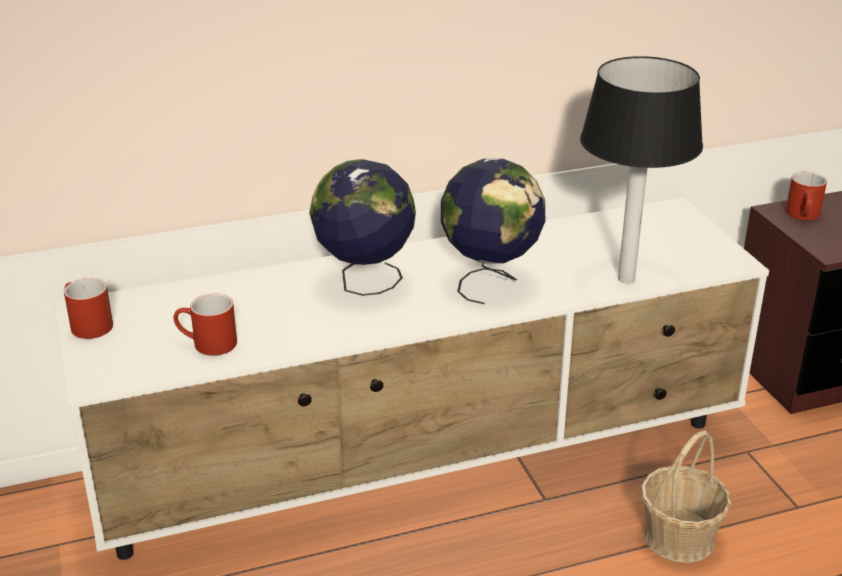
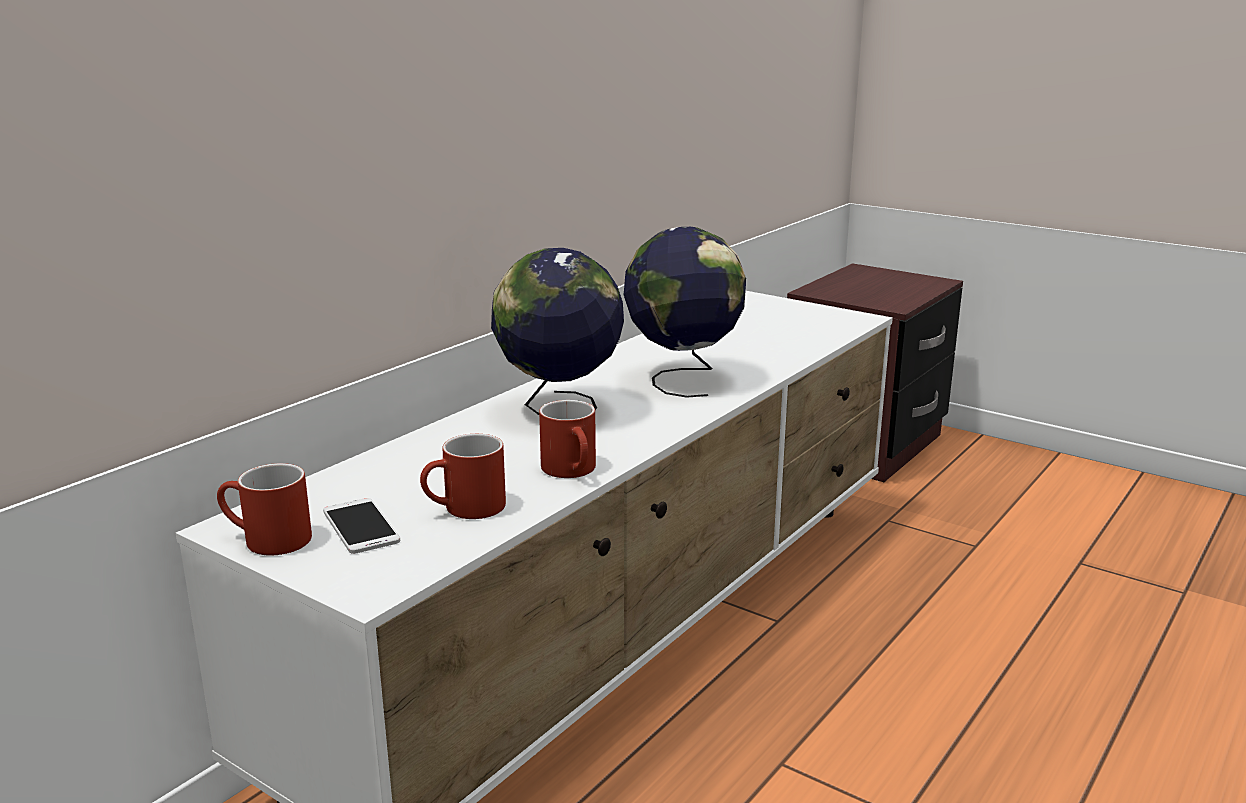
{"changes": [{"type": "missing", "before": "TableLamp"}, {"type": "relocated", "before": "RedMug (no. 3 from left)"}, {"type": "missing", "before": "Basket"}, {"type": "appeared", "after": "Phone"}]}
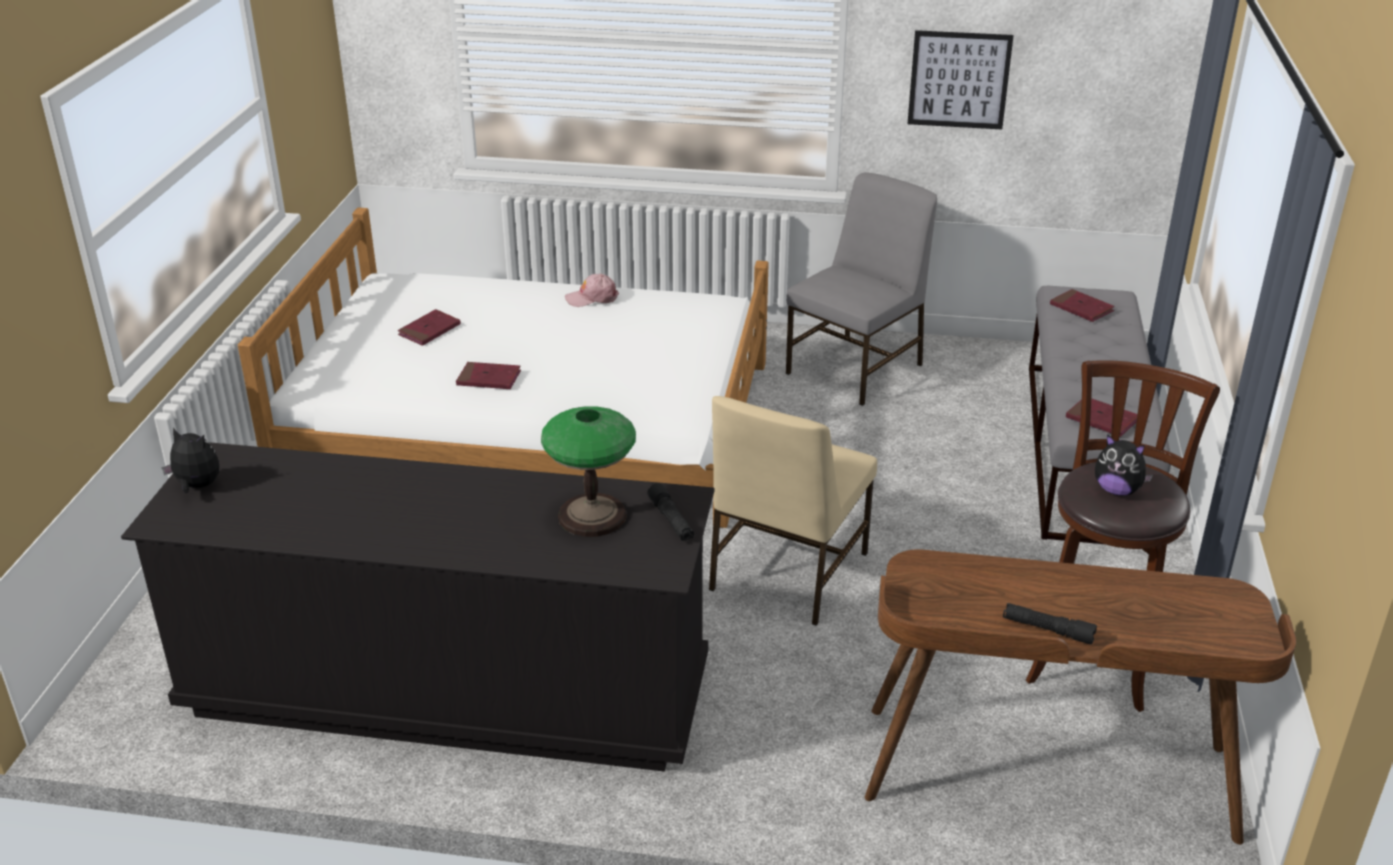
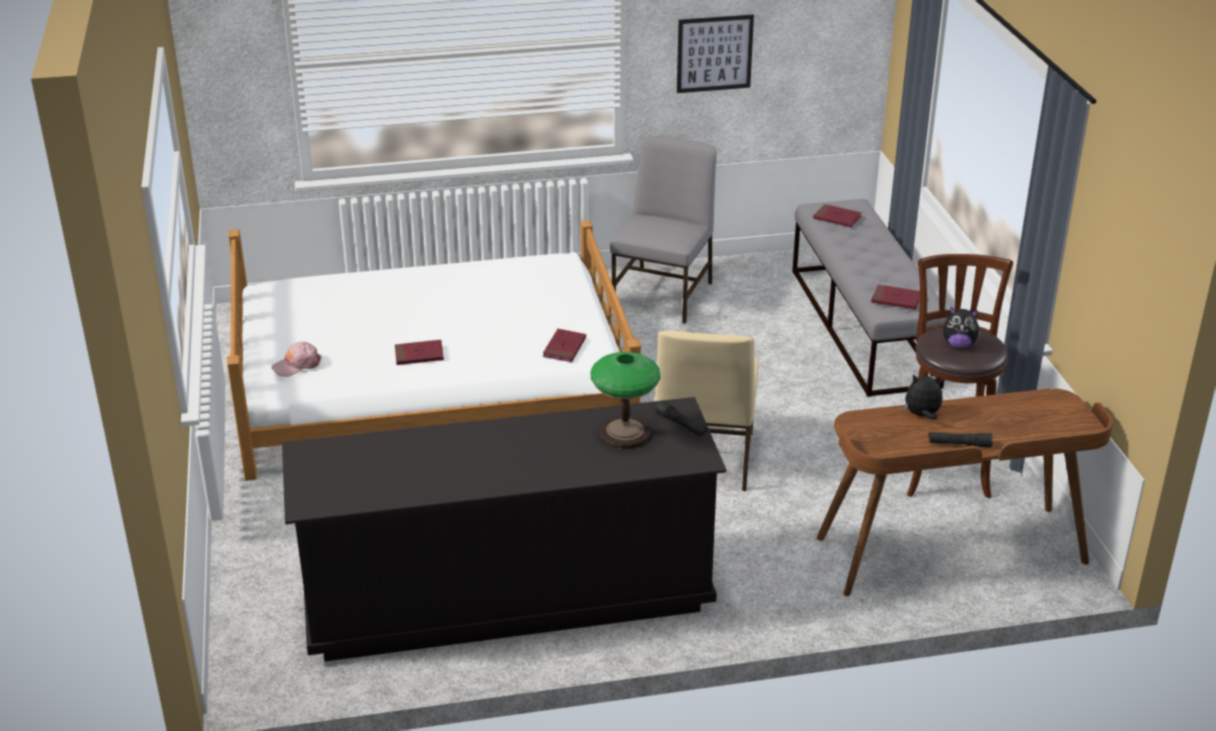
{"changes": [{"type": "relocated", "before": "PinkCap"}, {"type": "relocated", "before": "RedBook (no. 1 from left in the first image)", "after": "RedBook (no. 2 from left)"}, {"type": "relocated", "before": "PlushToy (no. 1 from left)"}]}
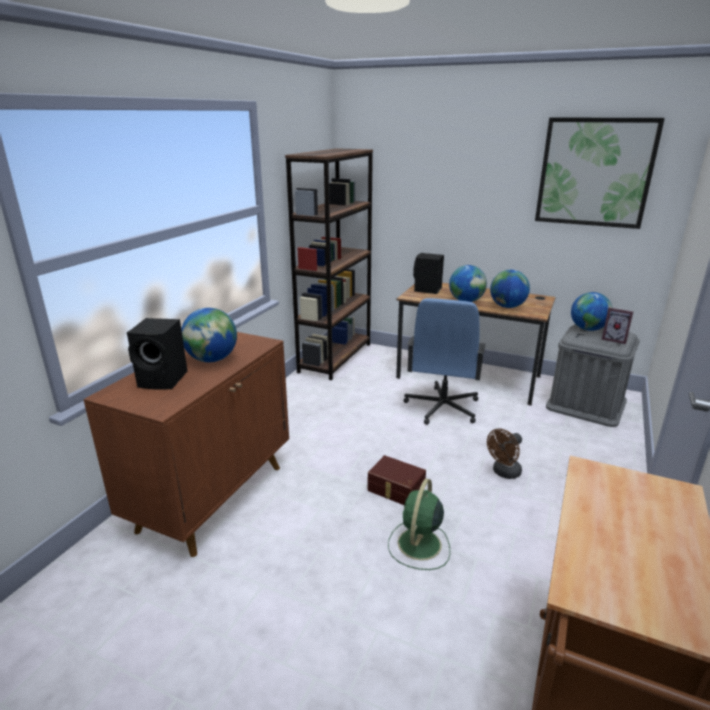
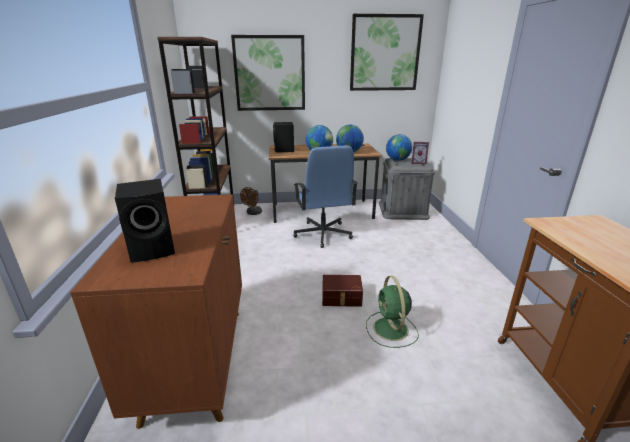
{"changes": [{"type": "missing", "before": "Globe (no. 1 from left)"}, {"type": "relocated", "before": "BrownFan"}, {"type": "appeared", "after": "Picture (no. 1 from left)"}]}
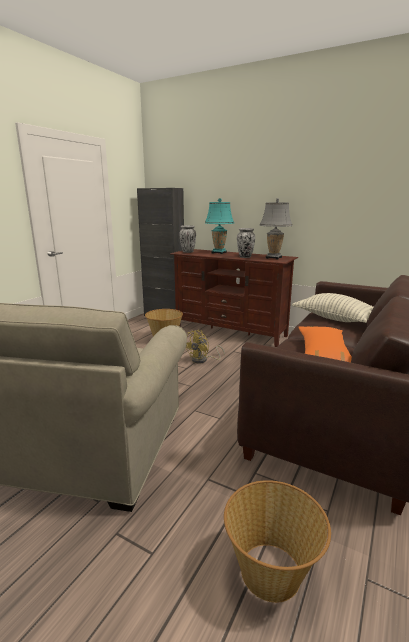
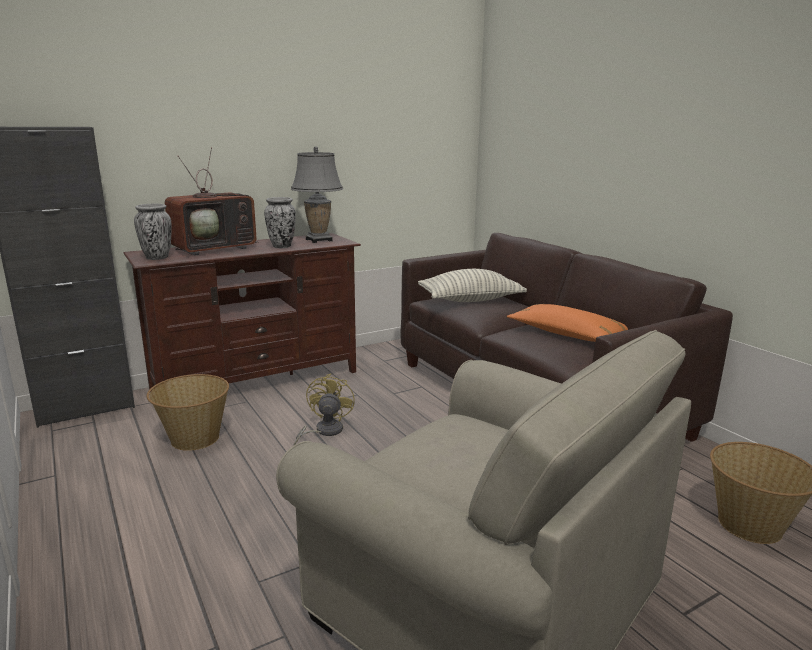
{"changes": [{"type": "exchanged", "before": "TurquoiseTableLamp", "after": "Television"}, {"type": "spun", "before": "YellowFan", "turn": -150}]}
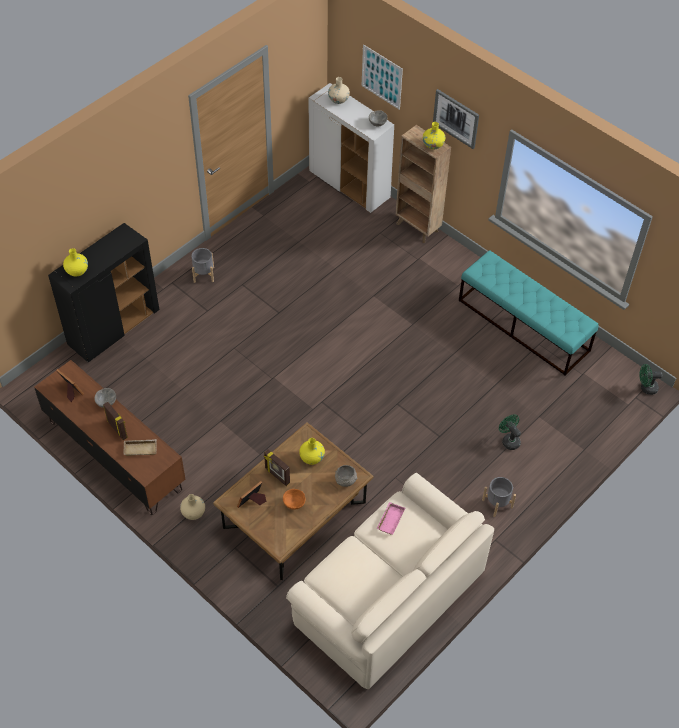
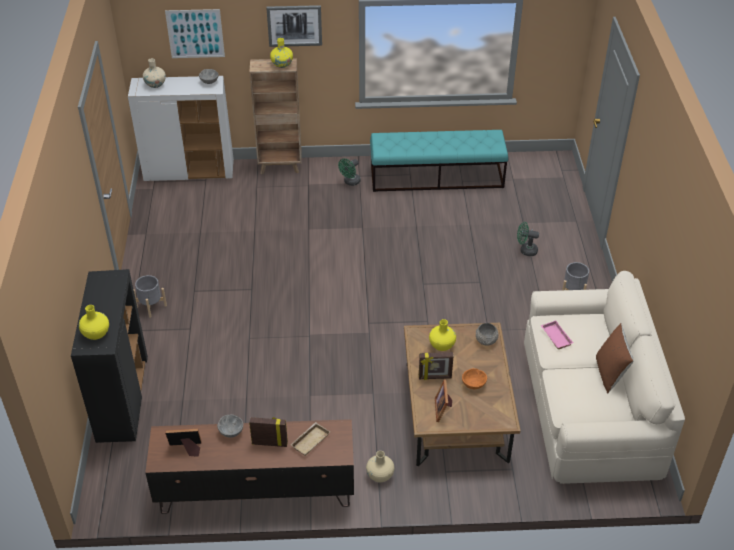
{"changes": [{"type": "relocated", "before": "GreenFan (no. 2 from left in the first image)", "after": "GreenFan (no. 1 from left)"}, {"type": "appeared", "after": "BrownPillow"}]}
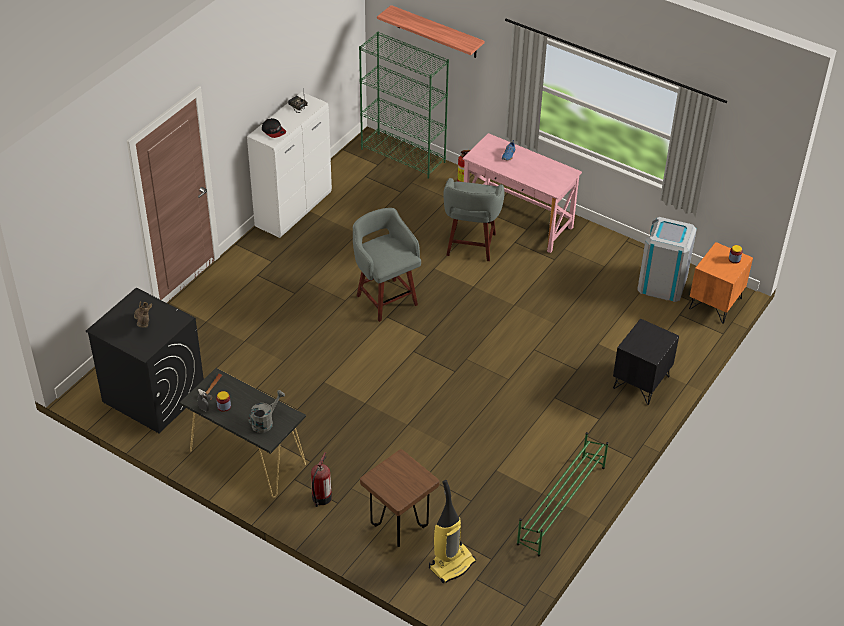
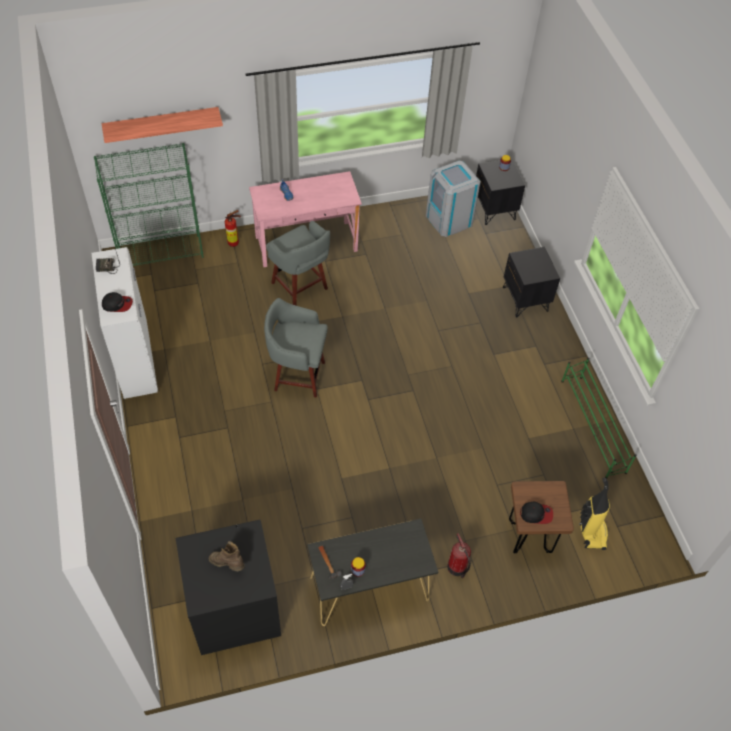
{"changes": [{"type": "colour", "before": "OrangeNightstand", "after": "BlackNightstand (no. 1 from left)"}, {"type": "missing", "before": "GreyWateringCan"}, {"type": "appeared", "after": "Cap (no. 2 from left)"}]}
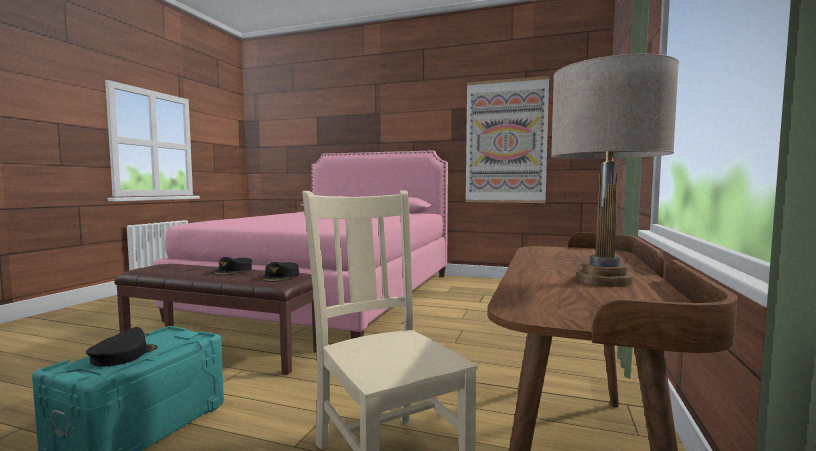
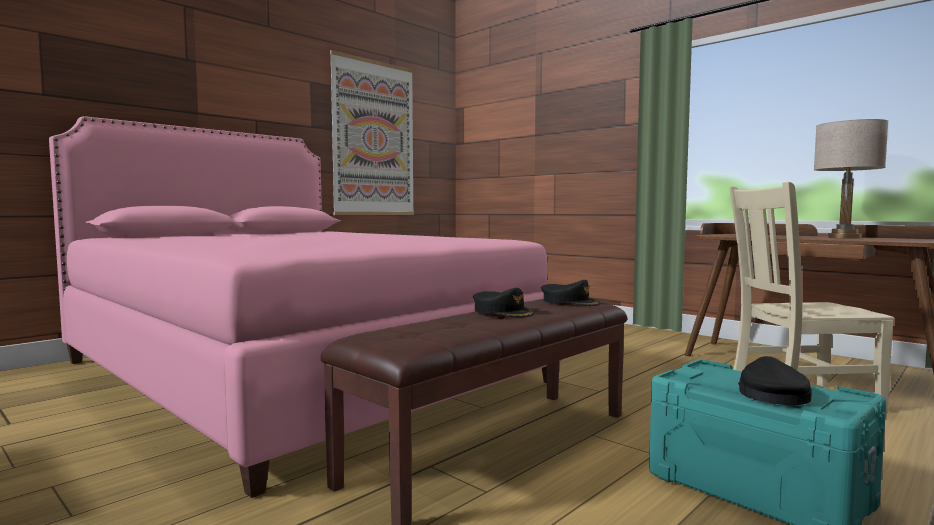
{"changes": [{"type": "spun", "before": "BlackCap (no. 1 from left in the first image)", "turn": 60}]}
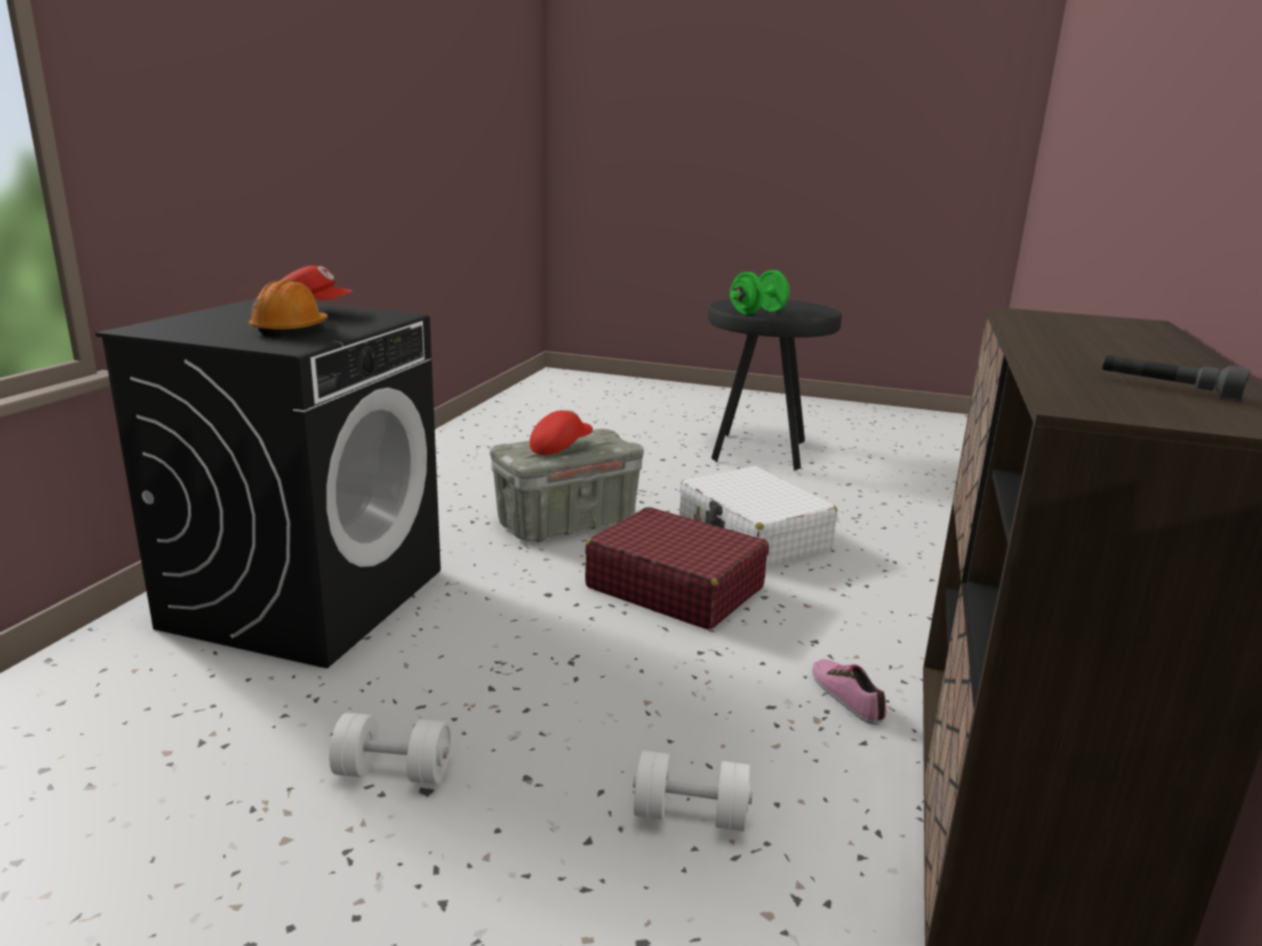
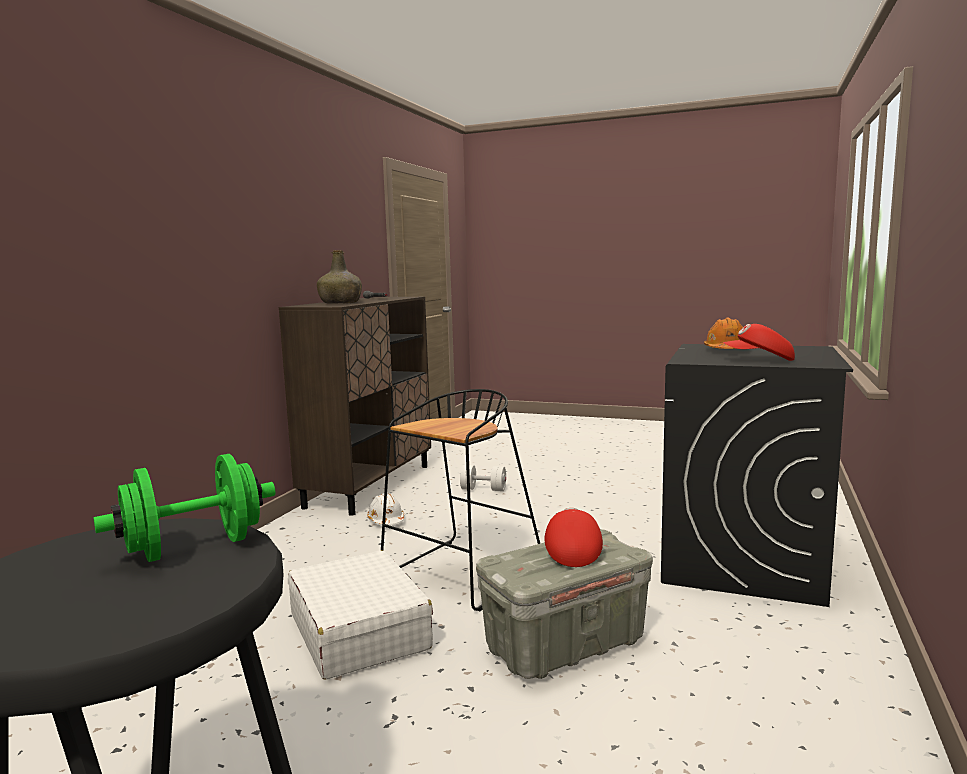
{"changes": [{"type": "spun", "before": "RedCap (no. 2 from left in the first image)", "turn": 135}, {"type": "exchanged", "before": "RedSuitcase", "after": "BlackStool (no. 2 from left)"}, {"type": "exchanged", "before": "Shoe", "after": "WhiteHardHat"}, {"type": "missing", "before": "WhiteDumbbell (no. 1 from left)"}, {"type": "appeared", "after": "GreenBottle"}]}
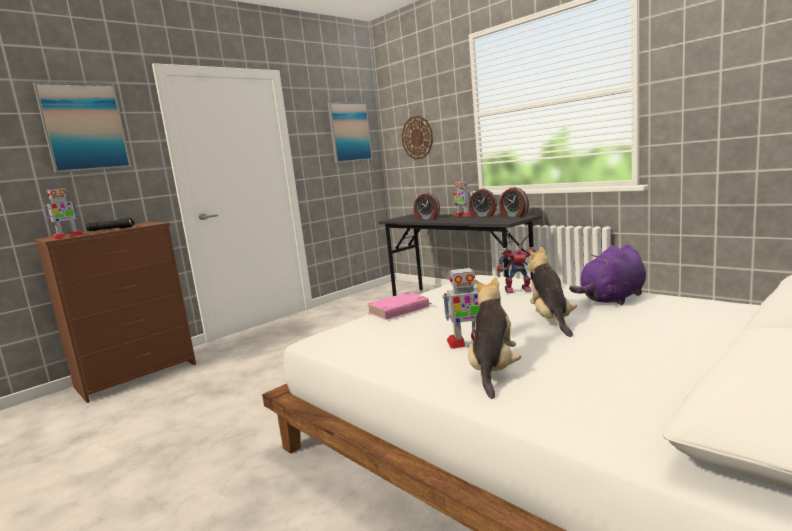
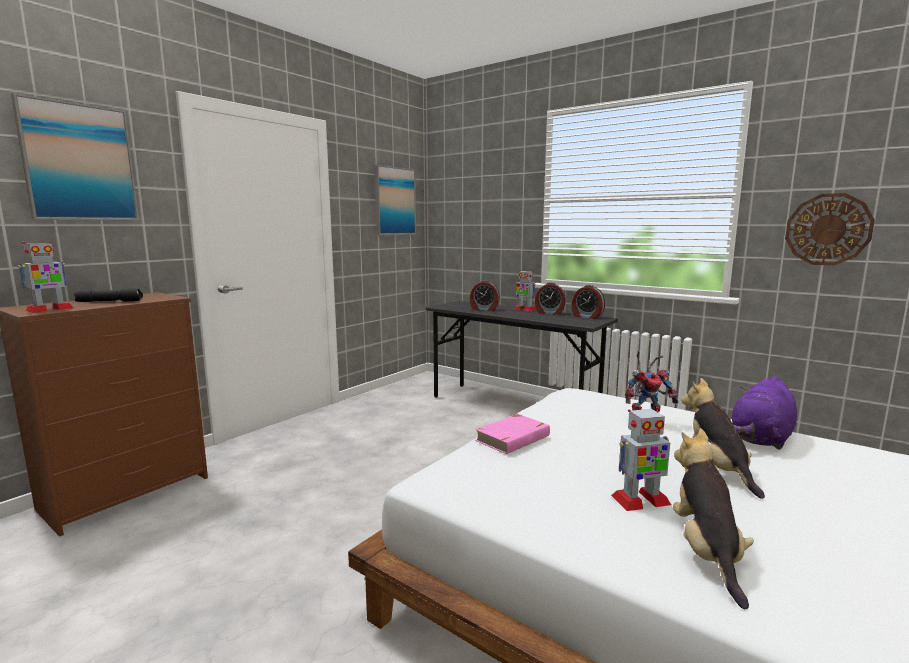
{"changes": [{"type": "relocated", "before": "WallClock"}]}
